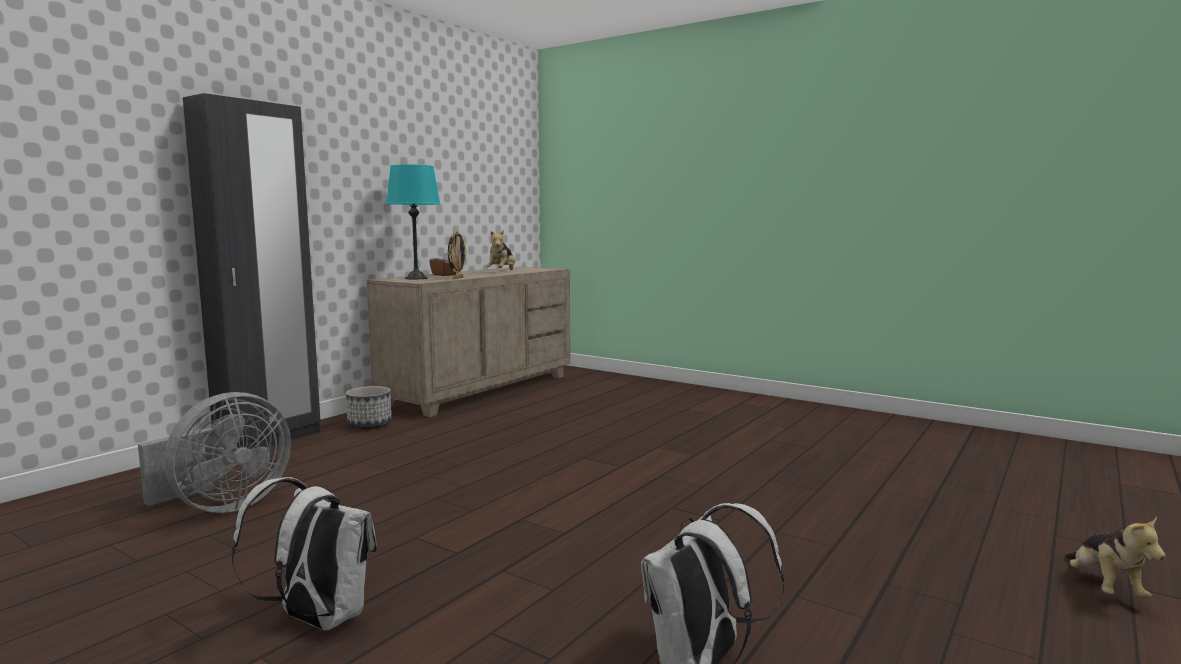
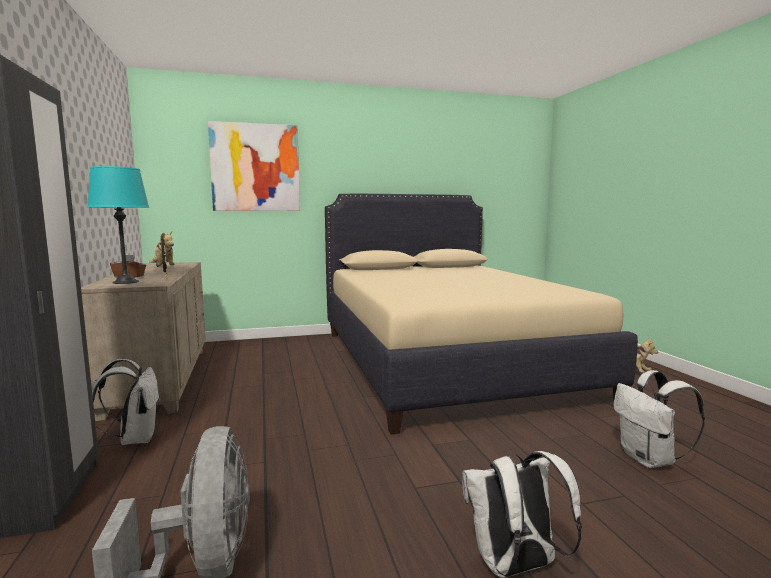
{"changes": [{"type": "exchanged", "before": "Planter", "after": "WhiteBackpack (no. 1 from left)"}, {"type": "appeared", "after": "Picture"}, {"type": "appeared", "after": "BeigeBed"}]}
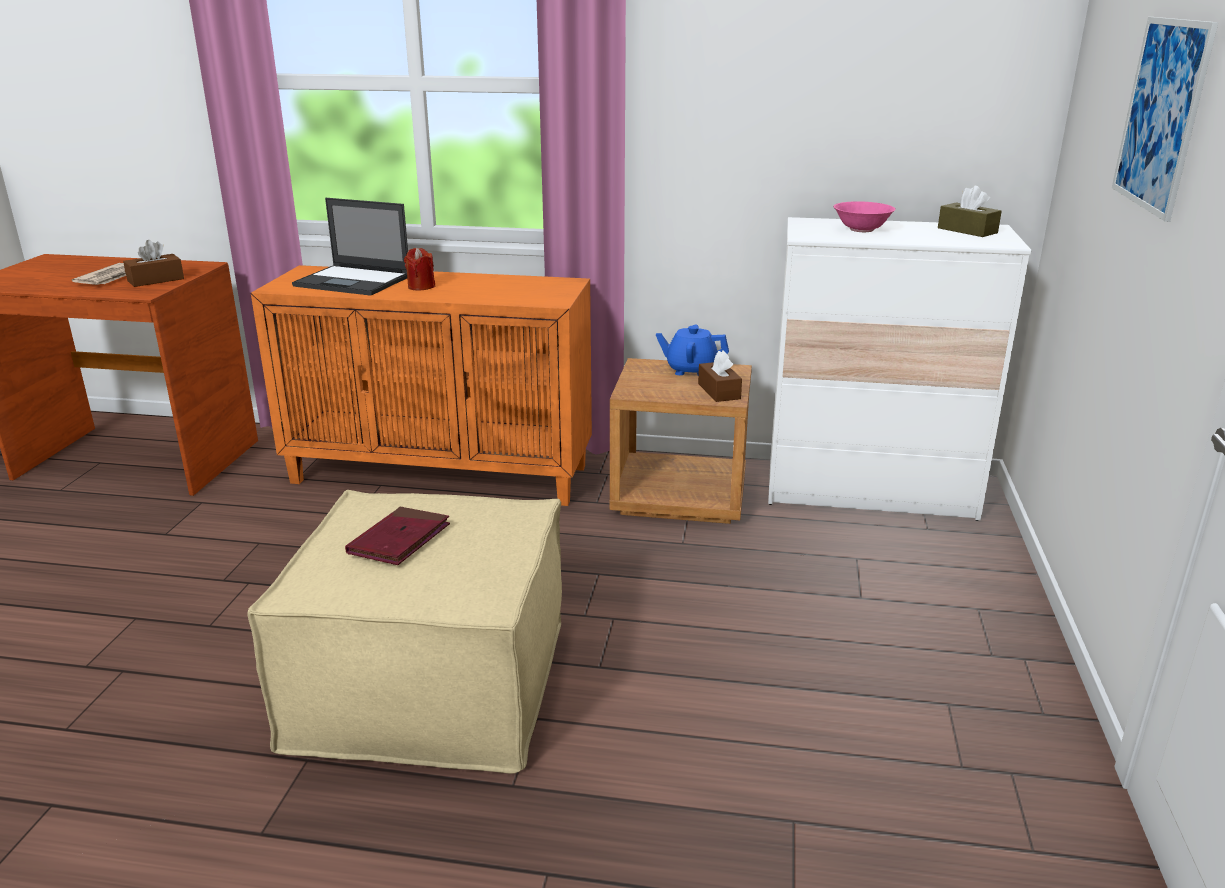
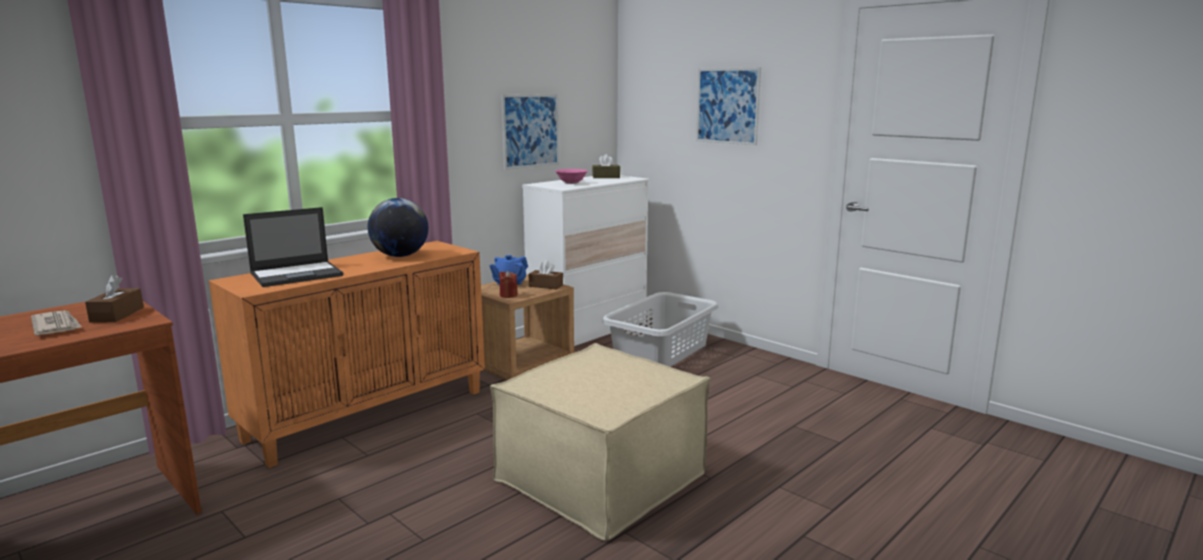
{"changes": [{"type": "relocated", "before": "RedCandle"}, {"type": "missing", "before": "RedBook"}, {"type": "appeared", "after": "Picture (no. 1 from left)"}, {"type": "appeared", "after": "Globe"}, {"type": "appeared", "after": "GreyLaundryBasket"}]}
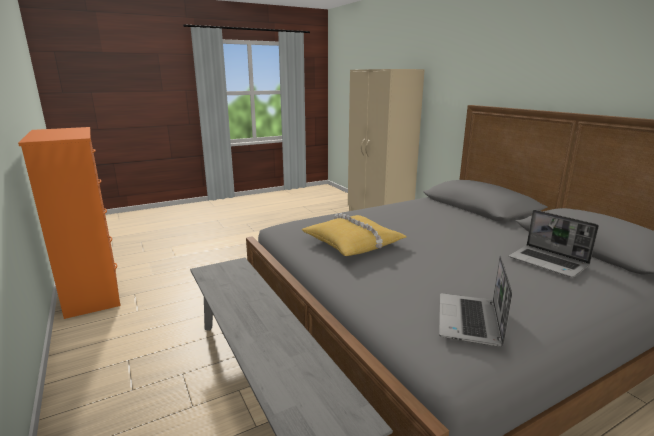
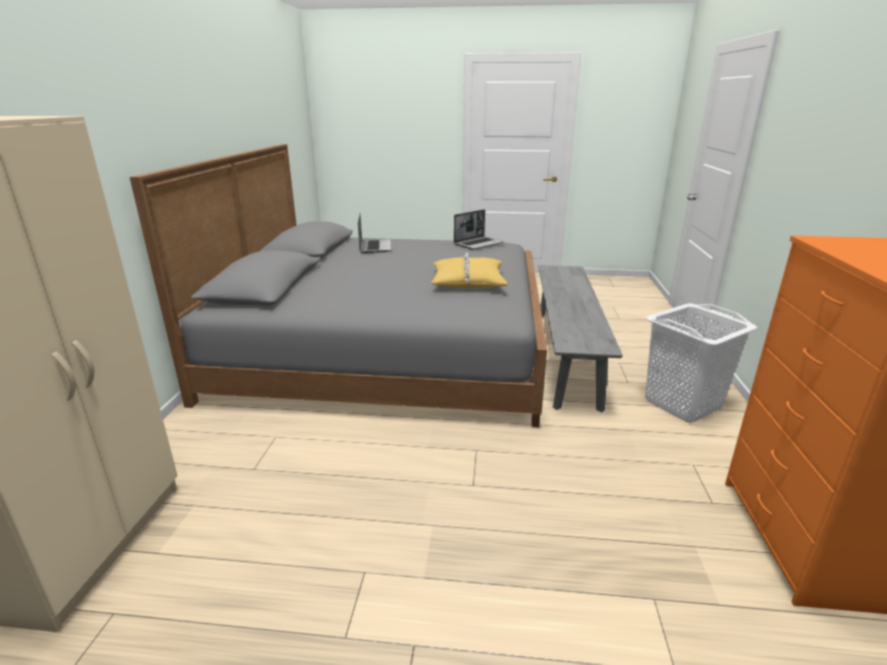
{"changes": [{"type": "appeared", "after": "WhiteLaundryBasket"}]}
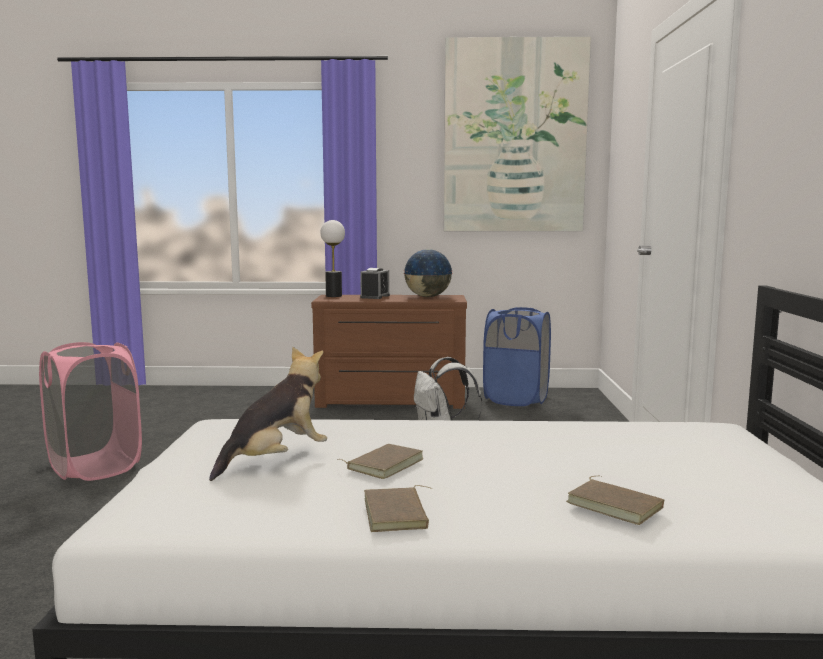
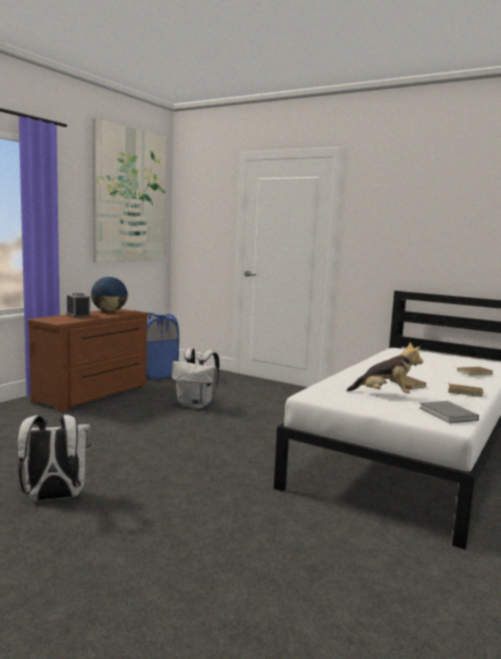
{"changes": [{"type": "missing", "before": "TableLamp"}, {"type": "exchanged", "before": "PinkLaundryBasket", "after": "WhiteBackpack (no. 1 from left)"}, {"type": "spun", "before": "PlushToy", "turn": 120}, {"type": "appeared", "after": "GreyBook"}]}
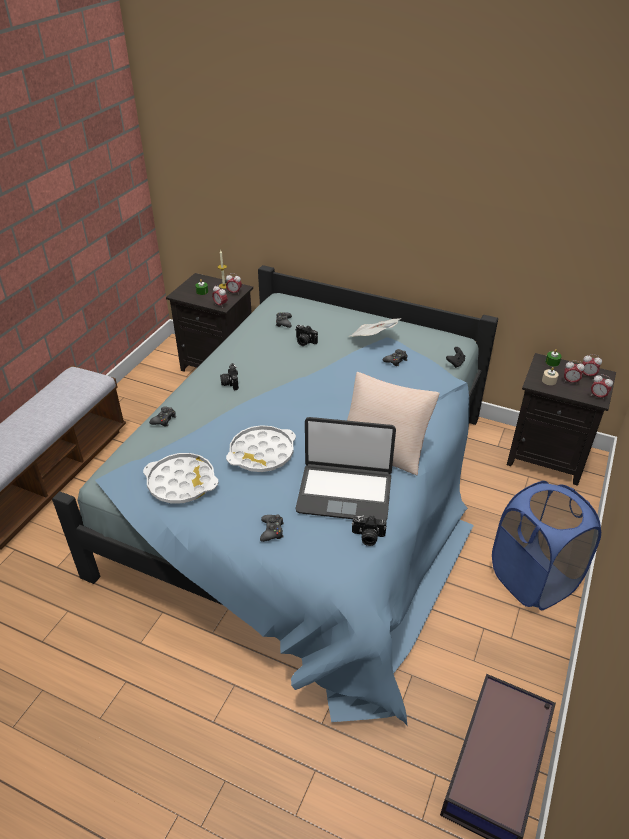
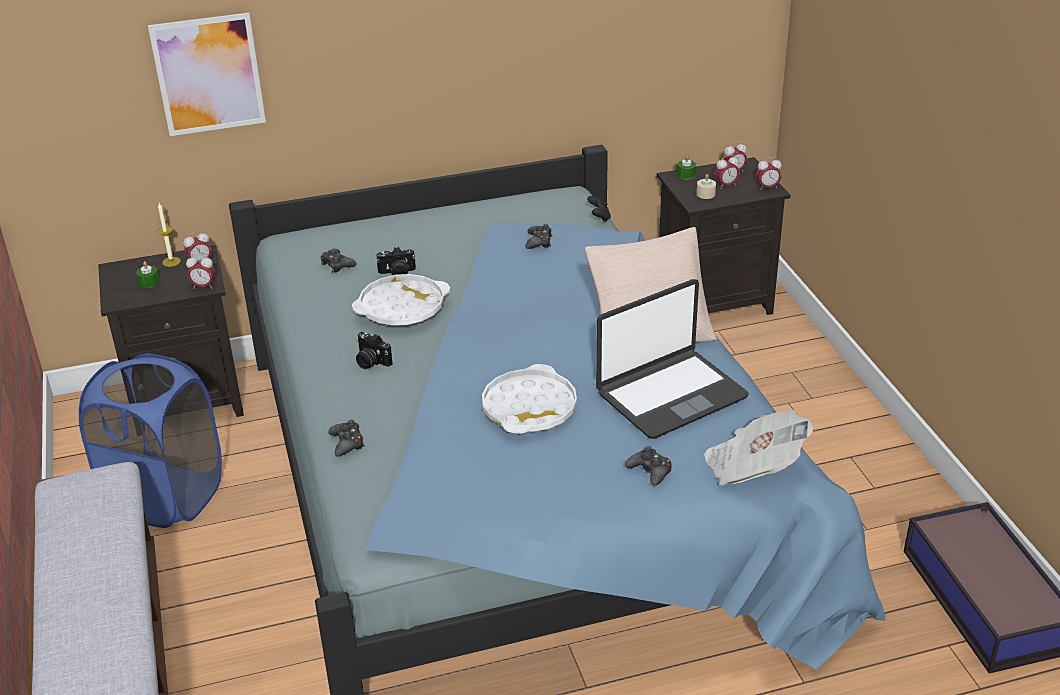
{"changes": [{"type": "relocated", "before": "Newspaper"}, {"type": "relocated", "before": "WhiteTray (no. 1 from left)"}, {"type": "relocated", "before": "BlueLaundryBasket"}, {"type": "missing", "before": "PhotoCamera (no. 3 from left)"}, {"type": "appeared", "after": "Picture"}]}
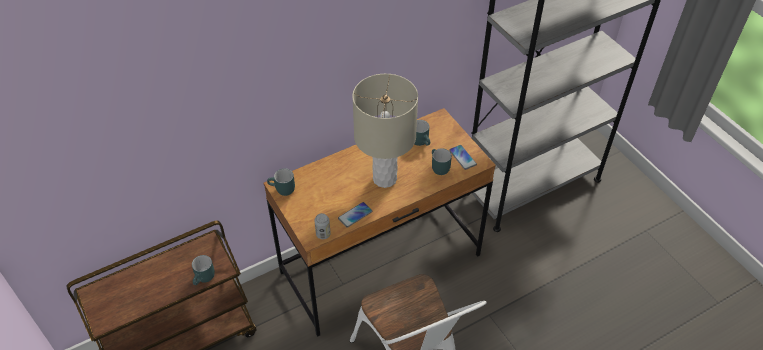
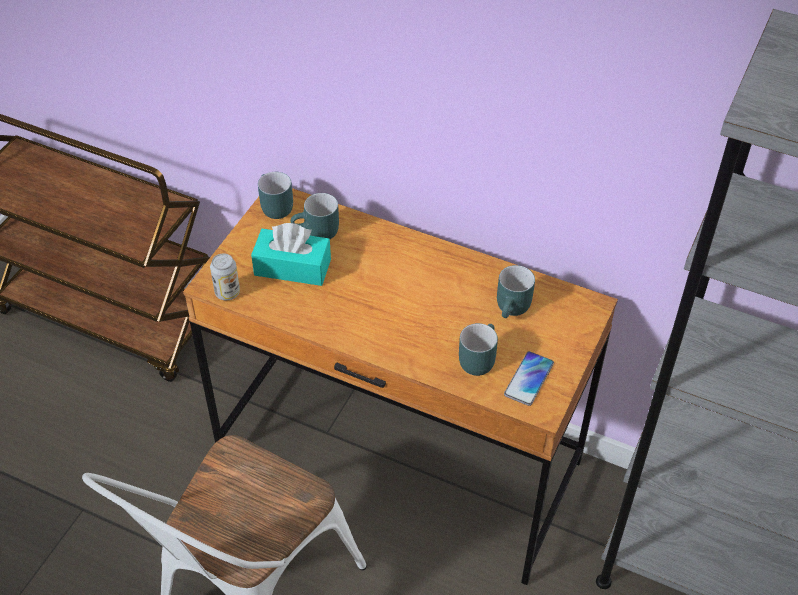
{"changes": [{"type": "missing", "before": "BeigeTableLamp"}, {"type": "missing", "before": "Phone (no. 1 from left)"}, {"type": "relocated", "before": "TurquoiseMug (no. 1 from left in the first image)", "after": "TurquoiseMug (no. 2 from left)"}, {"type": "appeared", "after": "TurquoiseTissueBox"}]}
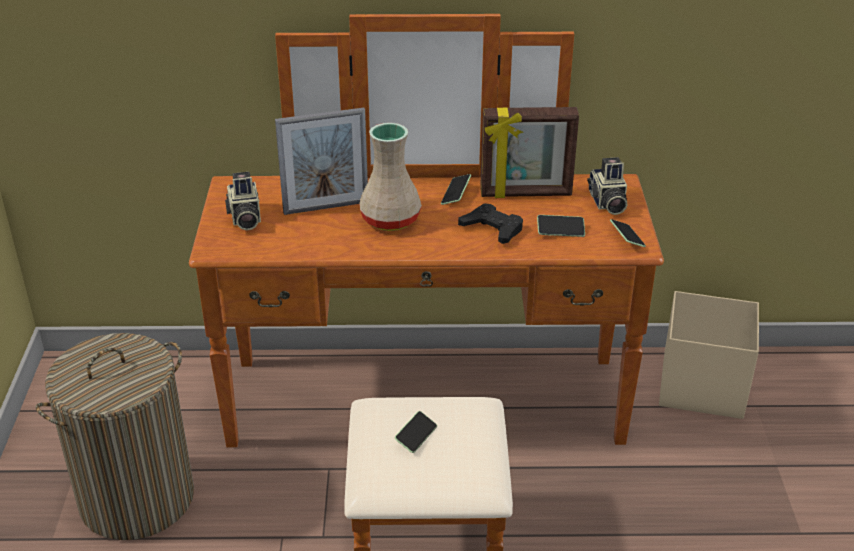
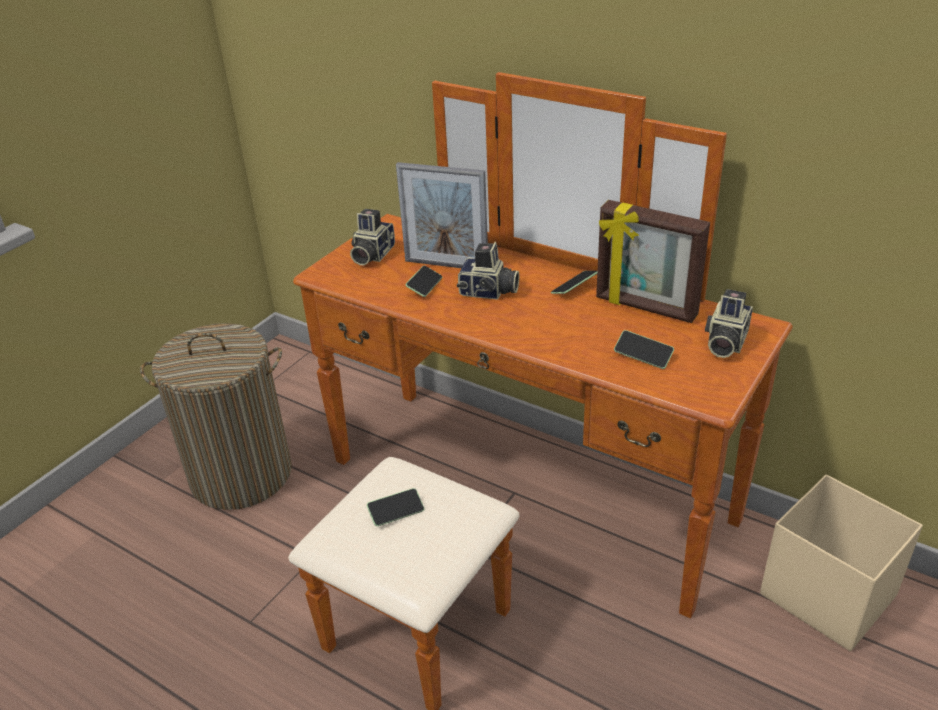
{"changes": [{"type": "exchanged", "before": "BeigeVase", "after": "PhotoCamera (no. 2 from left)"}, {"type": "missing", "before": "BlackGameController"}, {"type": "relocated", "before": "Phone (no. 4 from left in the first image)", "after": "Phone (no. 2 from left)"}]}
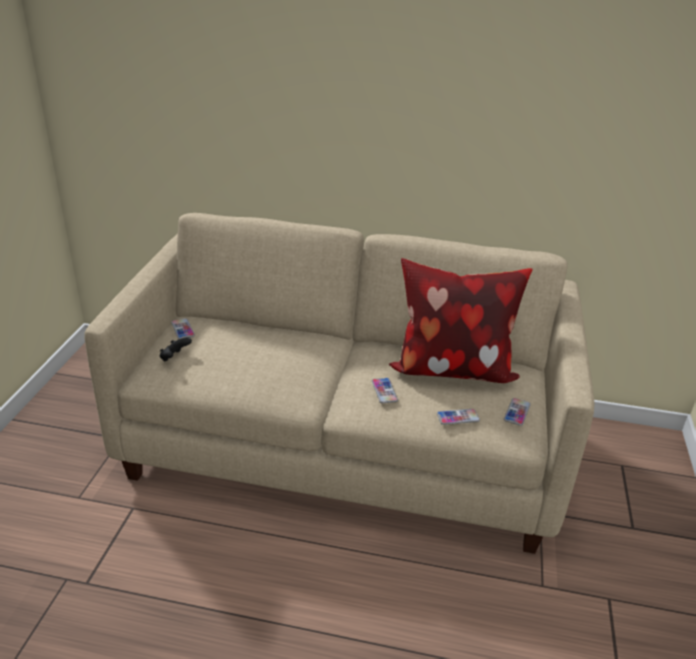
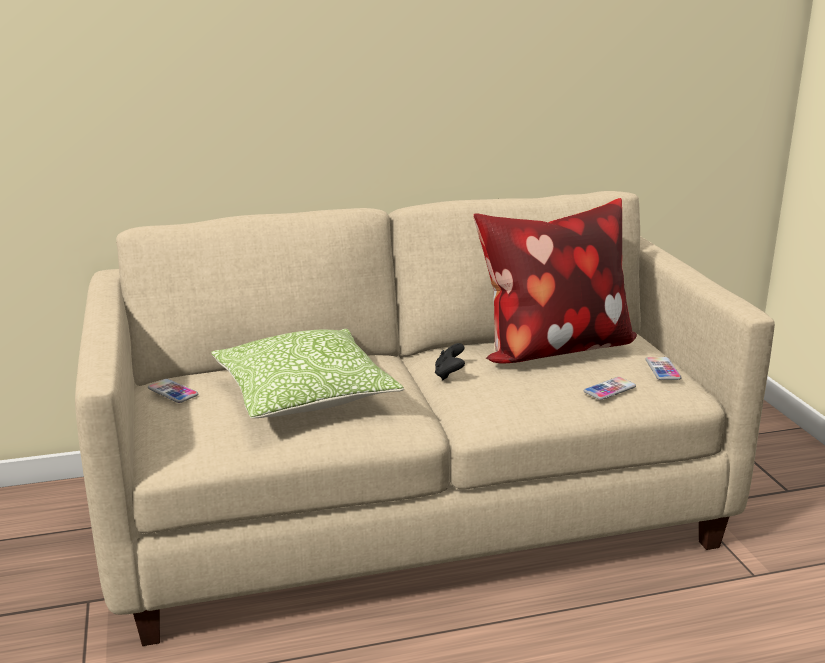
{"changes": [{"type": "relocated", "before": "BlackGameController"}, {"type": "missing", "before": "Phone (no. 2 from left)"}, {"type": "appeared", "after": "Pillow (no. 1 from left)"}]}
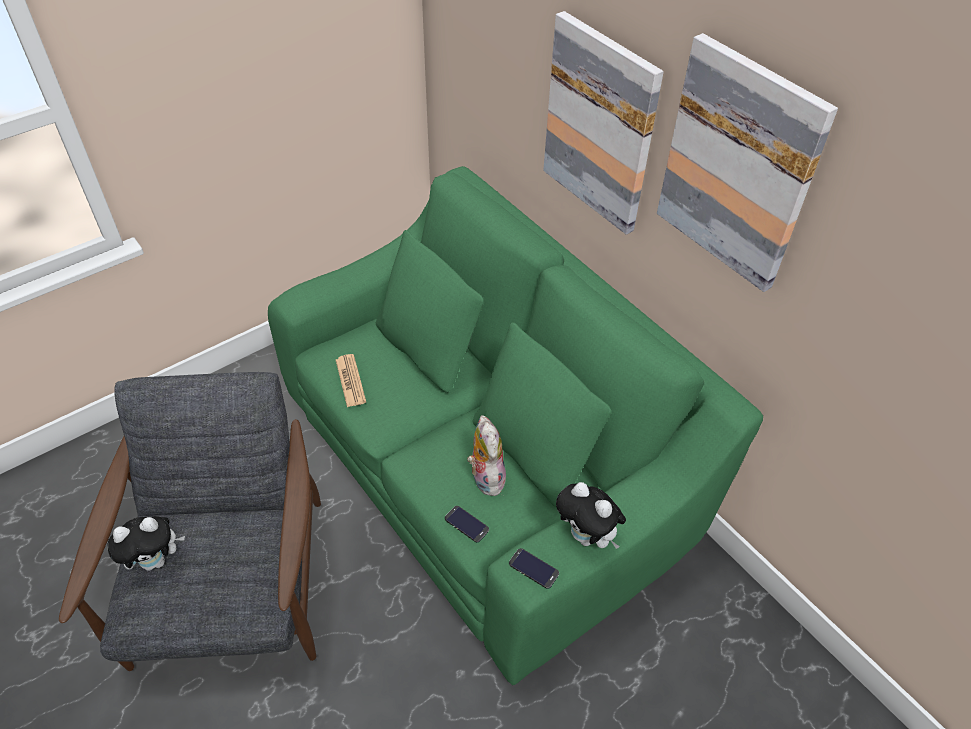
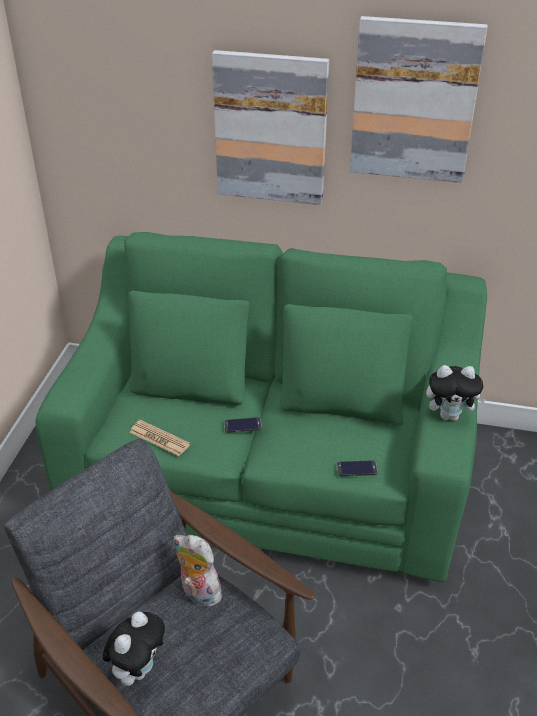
{"changes": [{"type": "relocated", "before": "PlushToy (no. 2 from left)"}, {"type": "relocated", "before": "Phone (no. 2 from left in the first image)", "after": "Phone (no. 1 from left)"}]}
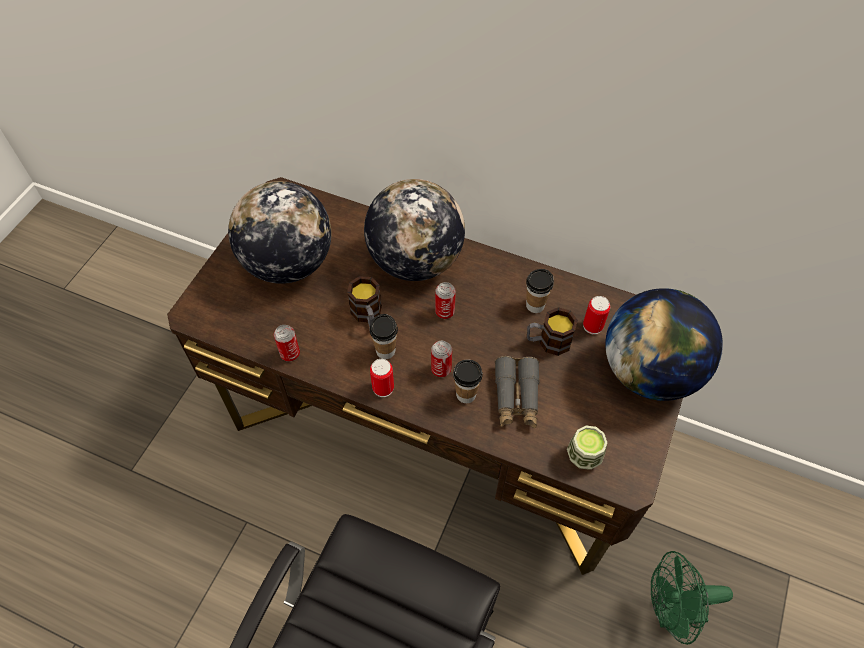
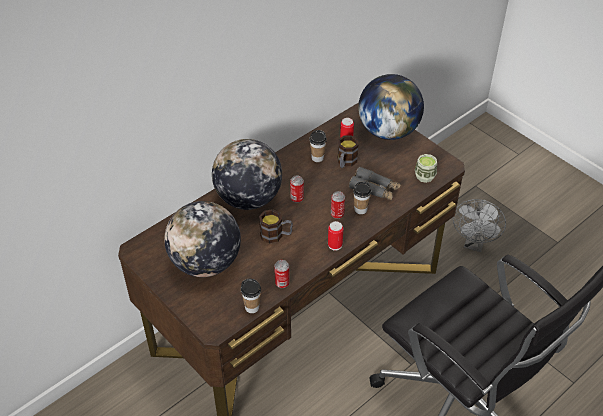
{"changes": [{"type": "relocated", "before": "Cup (no. 1 from left)"}, {"type": "colour", "before": "GreenFan", "after": "GreyFan"}]}
